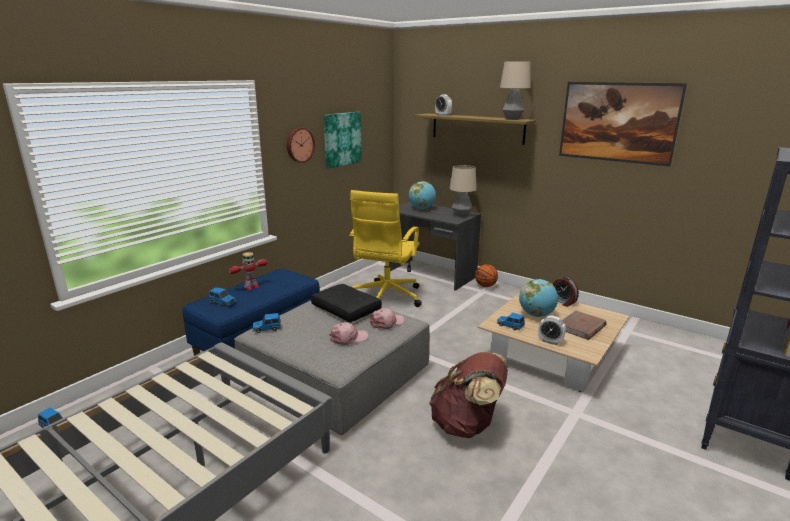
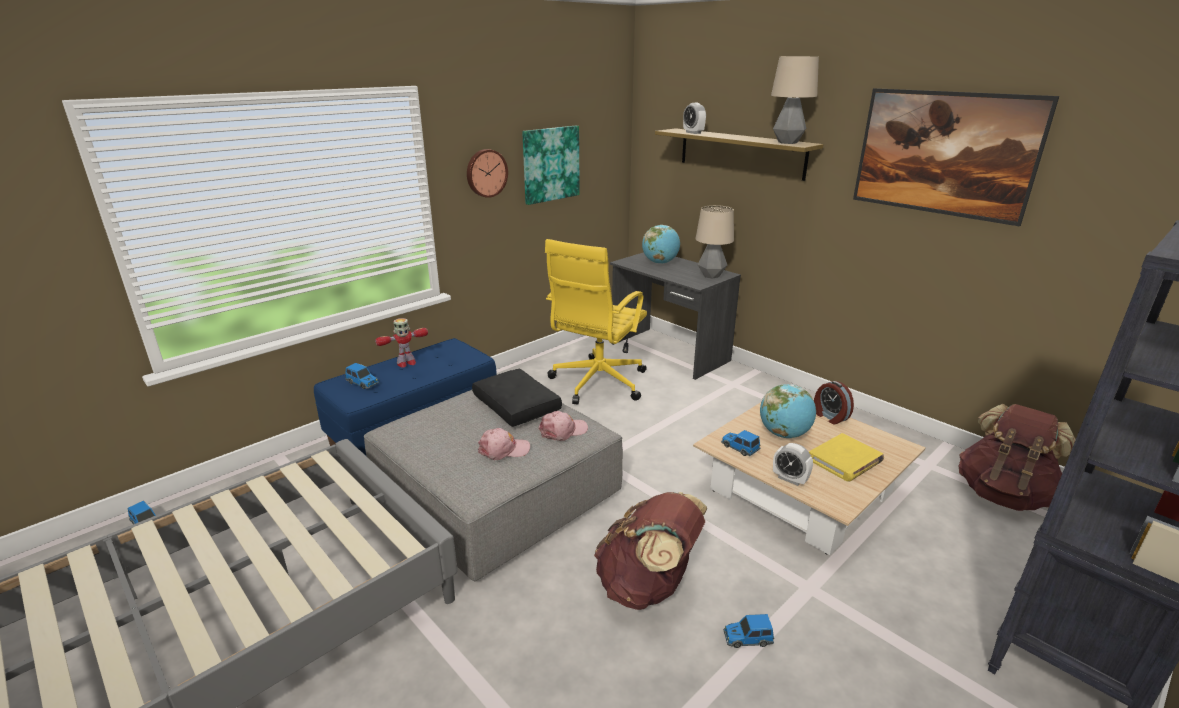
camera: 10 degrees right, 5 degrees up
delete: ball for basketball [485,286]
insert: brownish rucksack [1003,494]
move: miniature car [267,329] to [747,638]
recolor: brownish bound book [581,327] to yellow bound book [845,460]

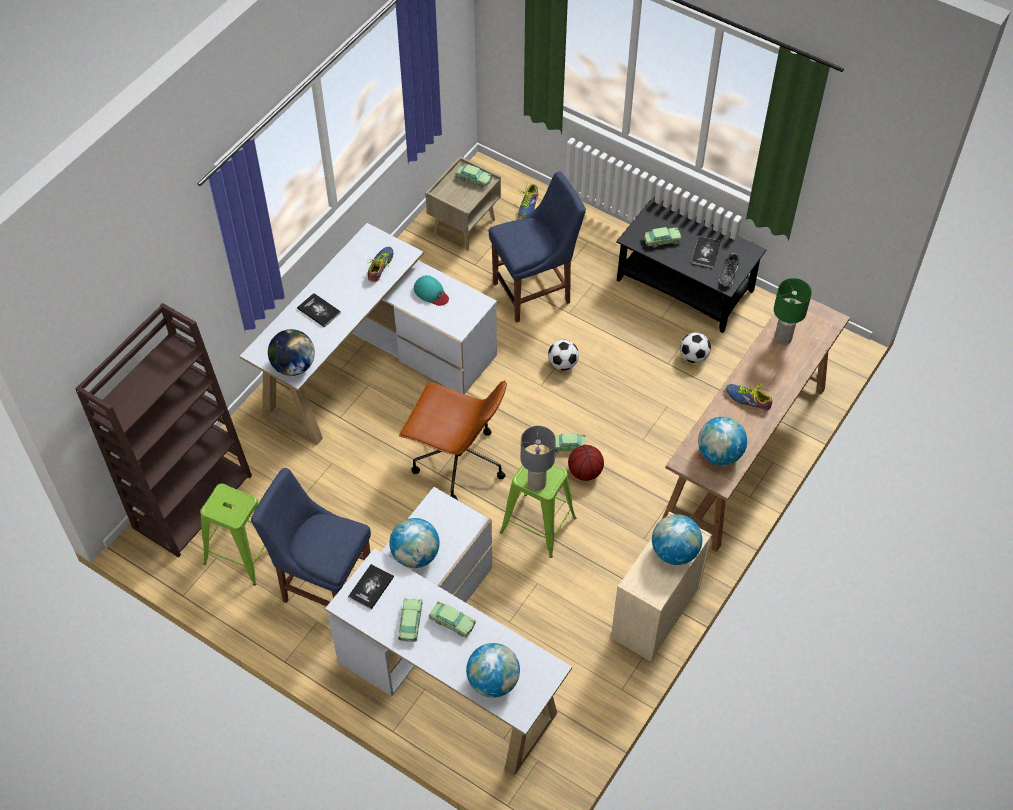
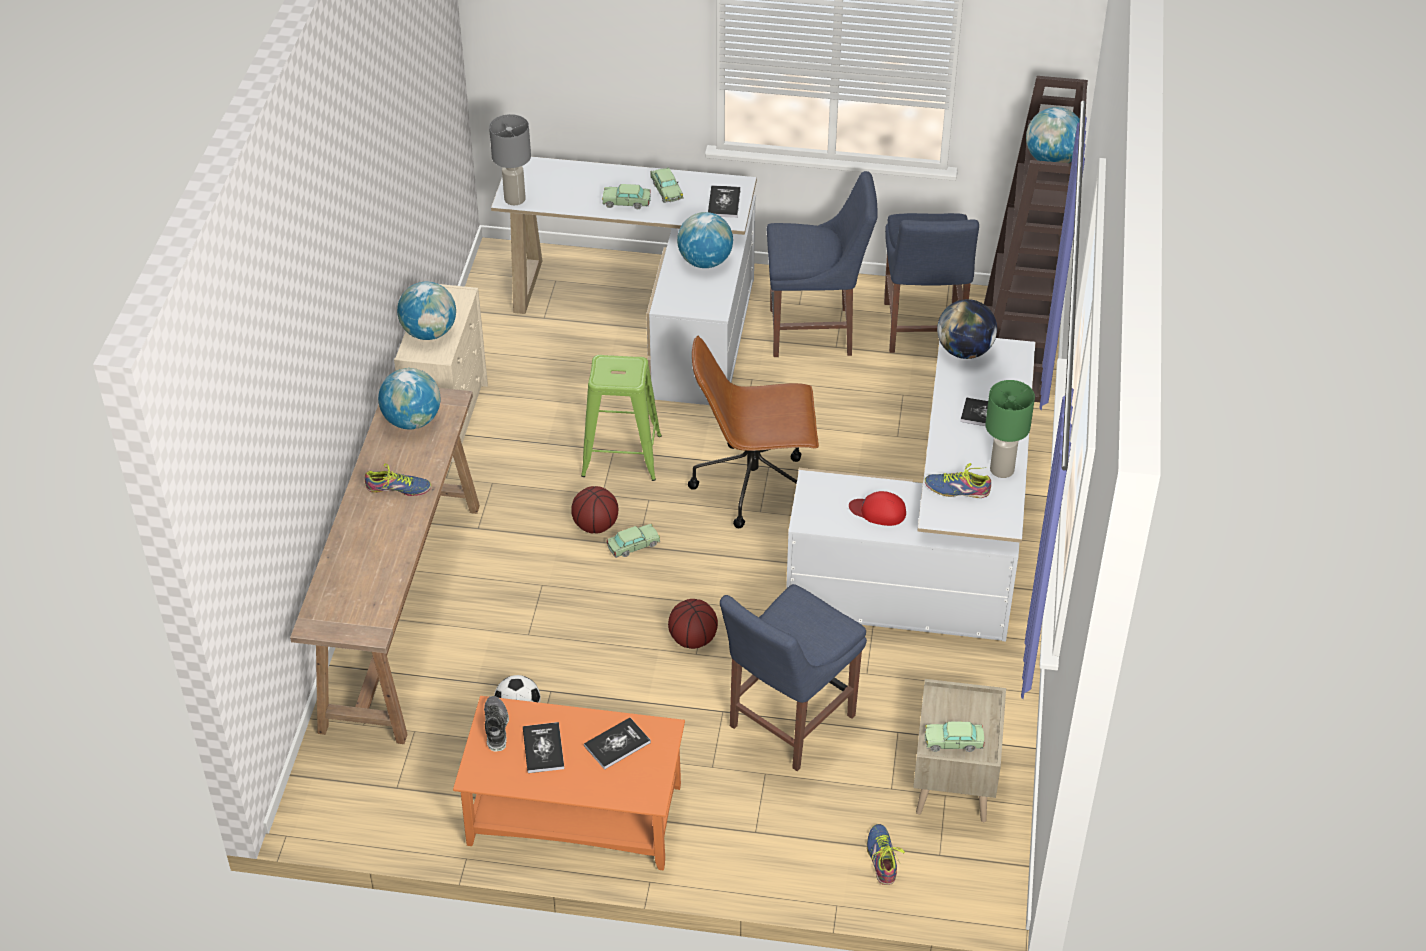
camera: 155 degrees right, 10 degrees down
move: globe [493,681] to [1052,160]; greyish lamp for a table [536,483] to [515,199]; green lamp for a table [783,338] to [1001,470]
replace: green stool [242,552] to blue upright chair [923,330]; ball for football [562,364] to ball for basketball [693,640]; miniature car [662,240] to bound book [617,744]
recolor: blue-green cap [431,293] to red cap [878,511]; blackish coffee table [686,285] to orangey coffee table [573,815]
rotate: low shoe [380,266] = [957,489] 105 degrees clockwise

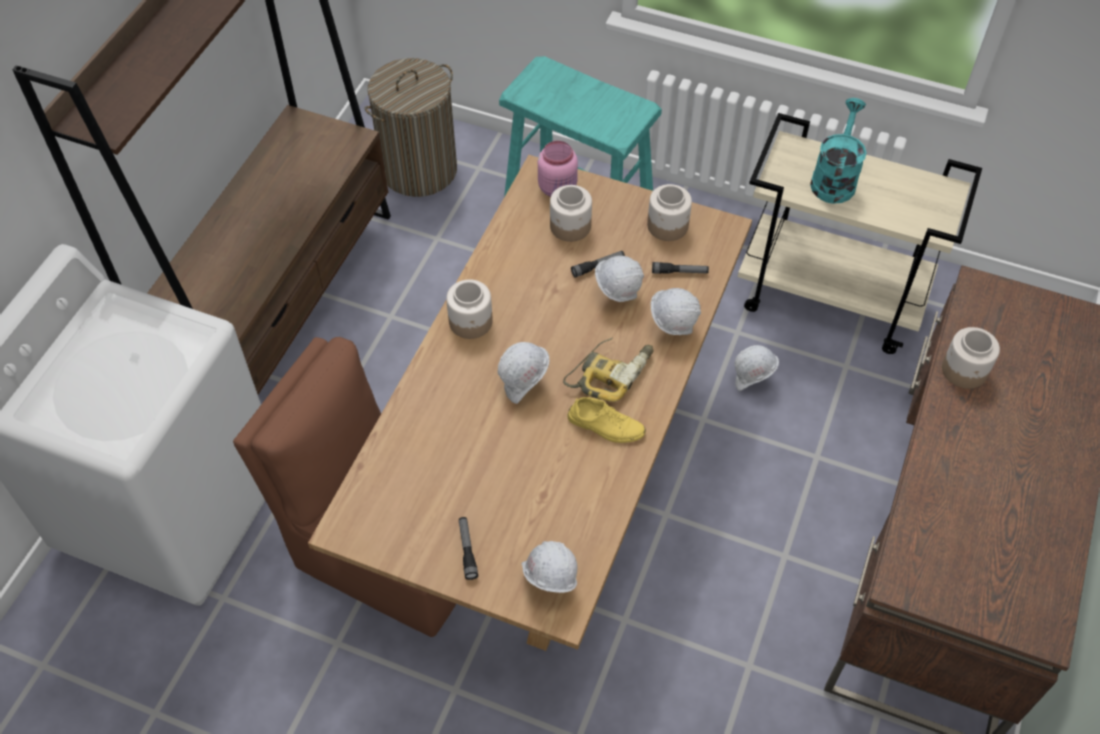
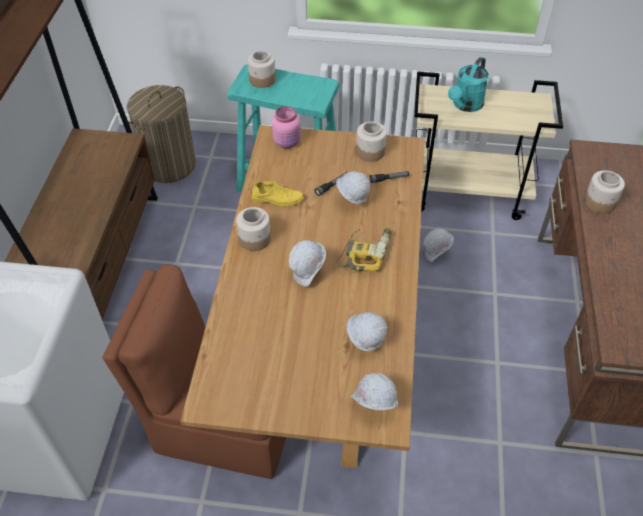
camera: 15 degrees left, 5 degrees down
delete: hand torch [467,550]
move: jar [570,226] to [262,80]; yellow low shoe [605,426] to [277,199]; white safety helmet [672,326] to [365,342]
rotate: blue-green watering pot [834,178] = [465,105] 150 degrees counterclockwise

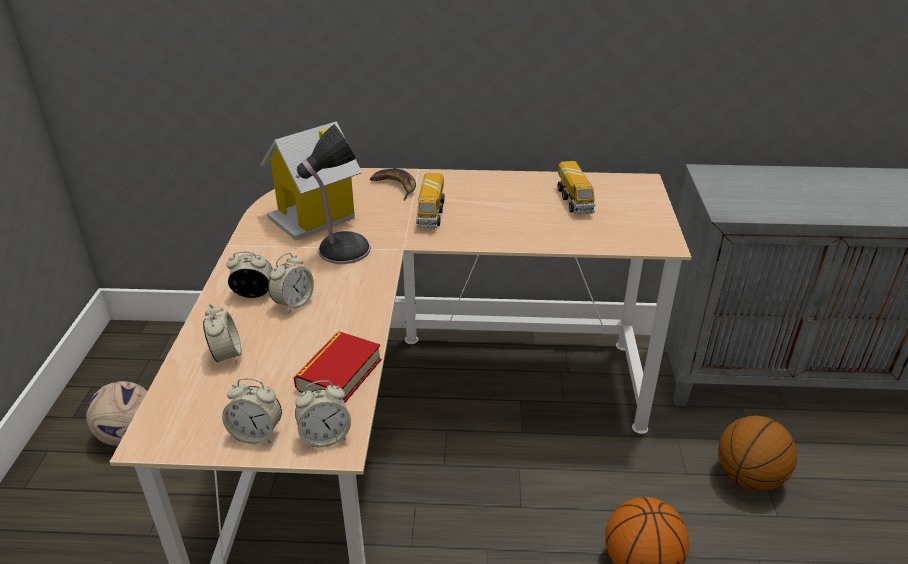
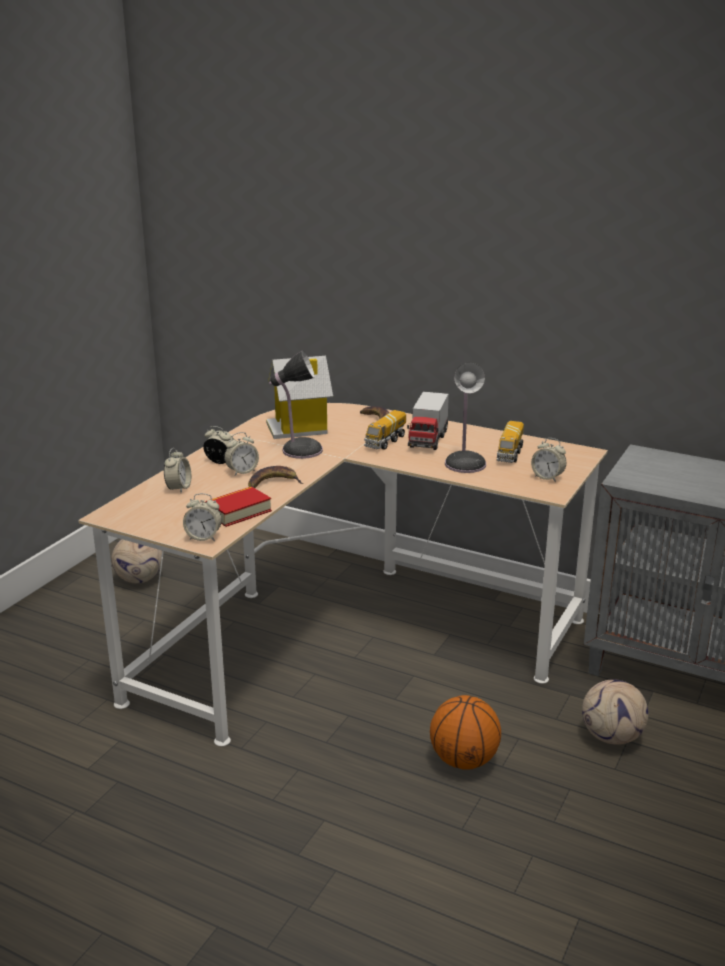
camera: 25 degrees right, 10 degrees down
insert: banana [273,483]; model truck [427,440]; lamp for a table [465,463]
move: table clock [256,434] to [547,477]
replace: ball for basketball [749,477] to ball for football [612,737]

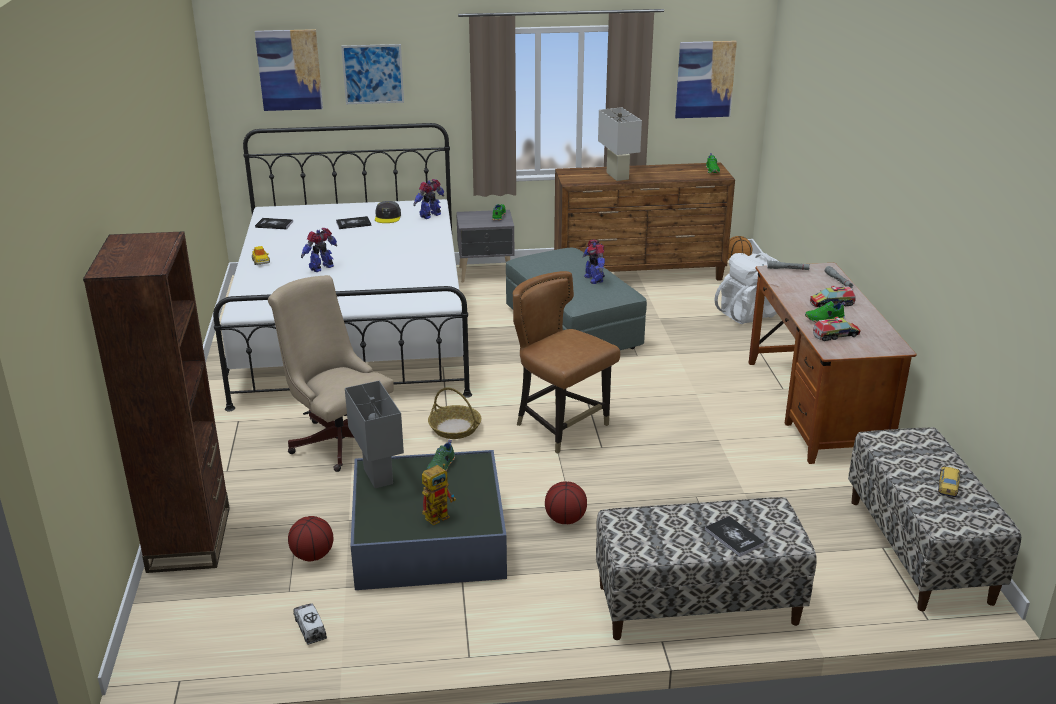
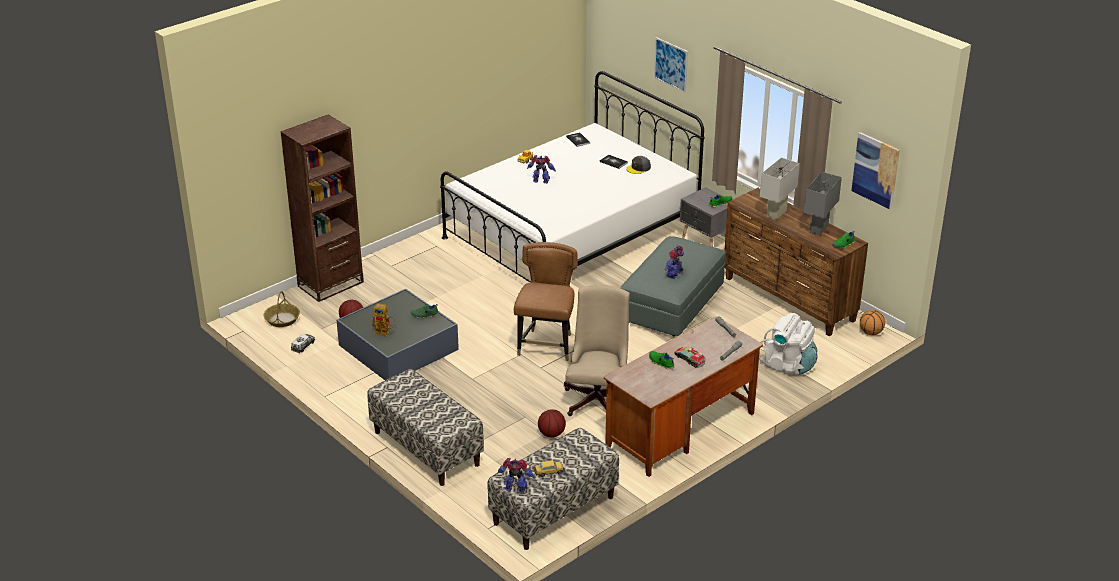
camera: 55 degrees right, 5 degrees up
delete: picture [289,70]; bound book [734,537]; model truck [836,335]
move: beige desk chair [337,439] to [598,398]; greyish lamp for a table [378,476] to [818,229]; toy robot [431,216] to [516,489]; basket [454,428] to [282,319]; ball for basketball [565,520] to [551,434]

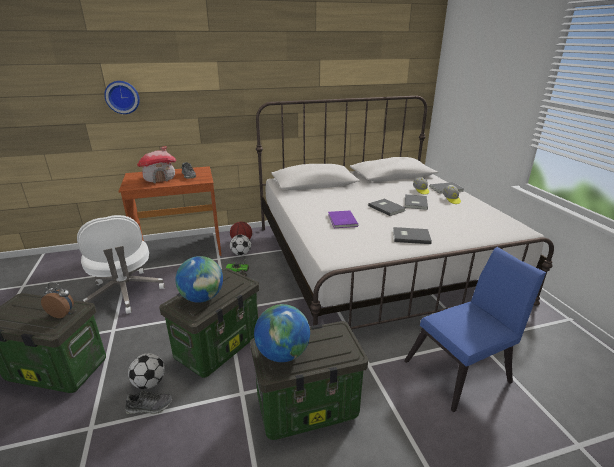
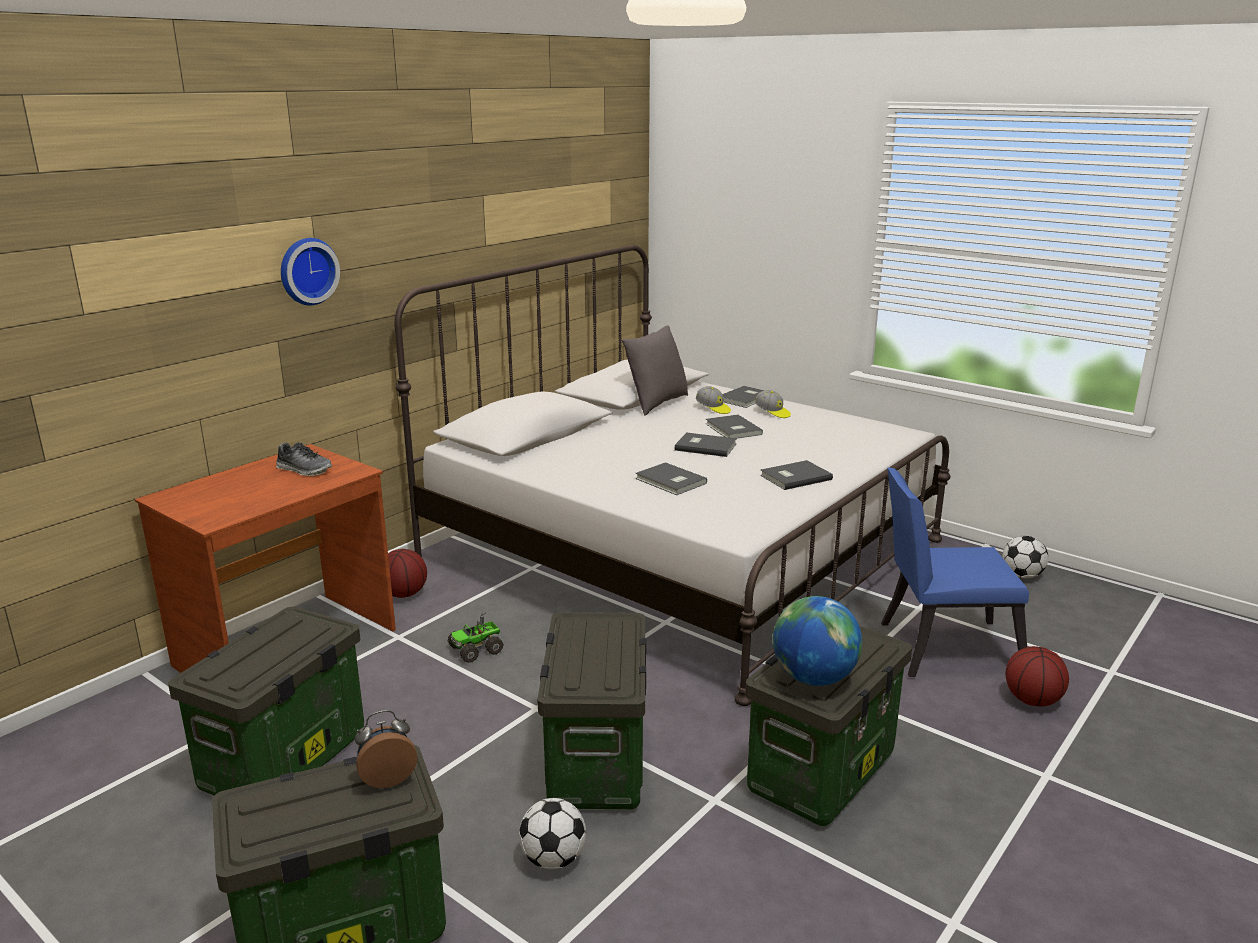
camera: 35 degrees left, 5 degrees down
delete: low shoe [149,407]; toy house [160,178]; globe [202,298]
insert: greyish pillow [656,403]; ball for basketball [1032,700]
move: clock on the wall [122,97] to [307,271]; ball for football [241,254] to [1022,575]
replace: white desk chair [125,293] to storage box [284,763]
recolor: purple-coloured bound book [341,221] to greyish bound book [670,481]
rotate: blue upright chair [463,370] = [941,648] 120 degrees counterclockwise

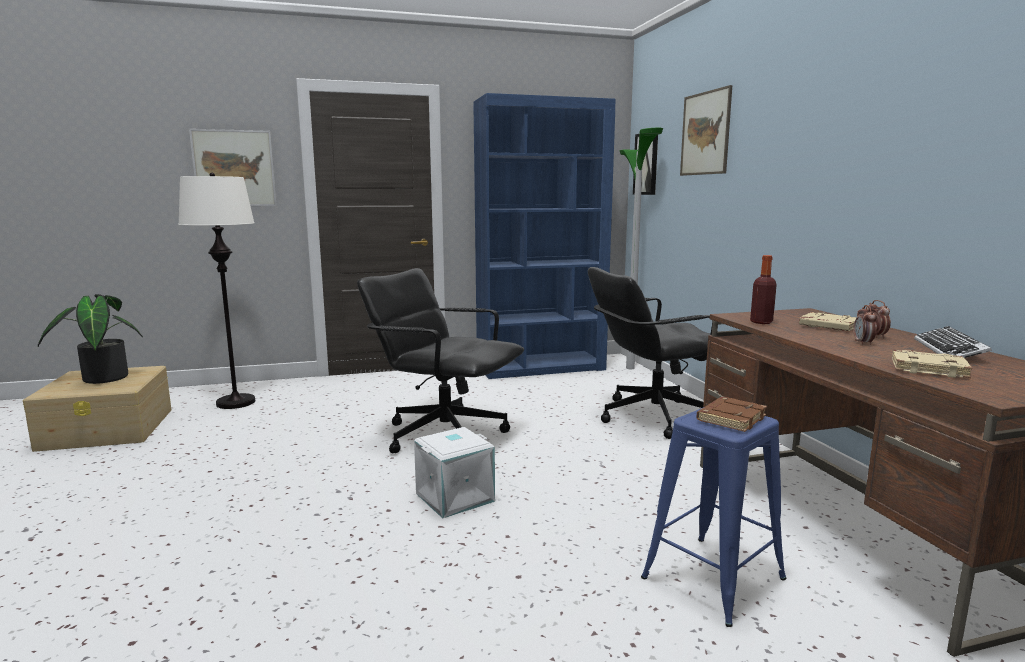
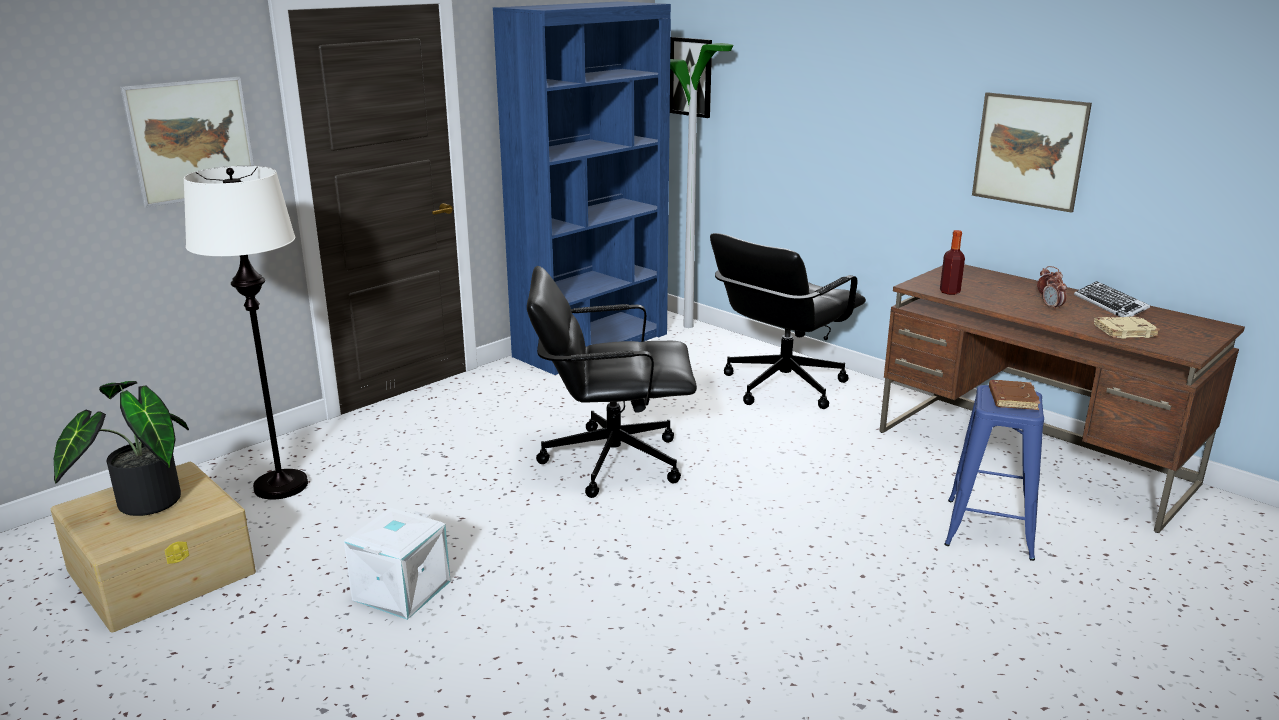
camera: 30 degrees left, 10 degrees up
delete: beige bound book [827,326]
move: white storage box [454,496] to [401,590]; picture [705,133] to [1029,151]

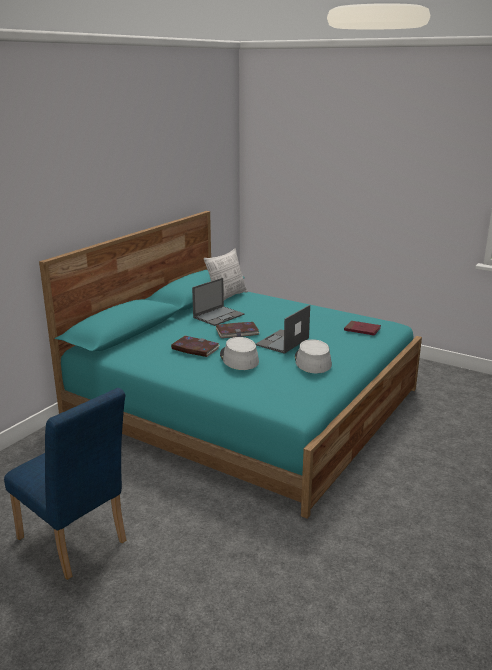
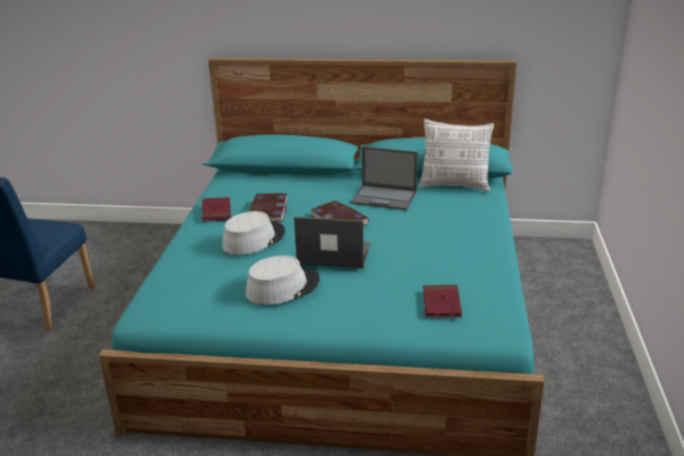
camera: 65 degrees right, 5 degrees up
insert: red bound book [216,211]

